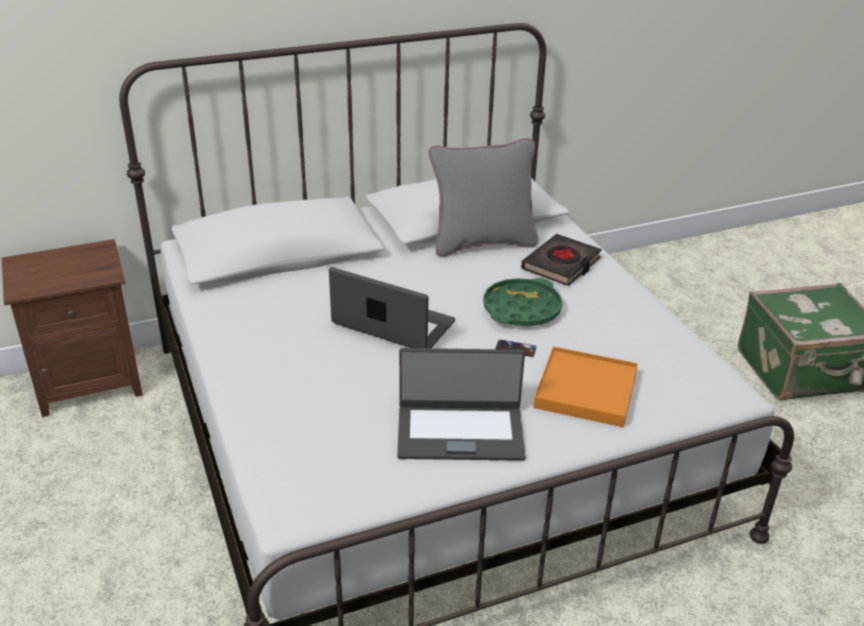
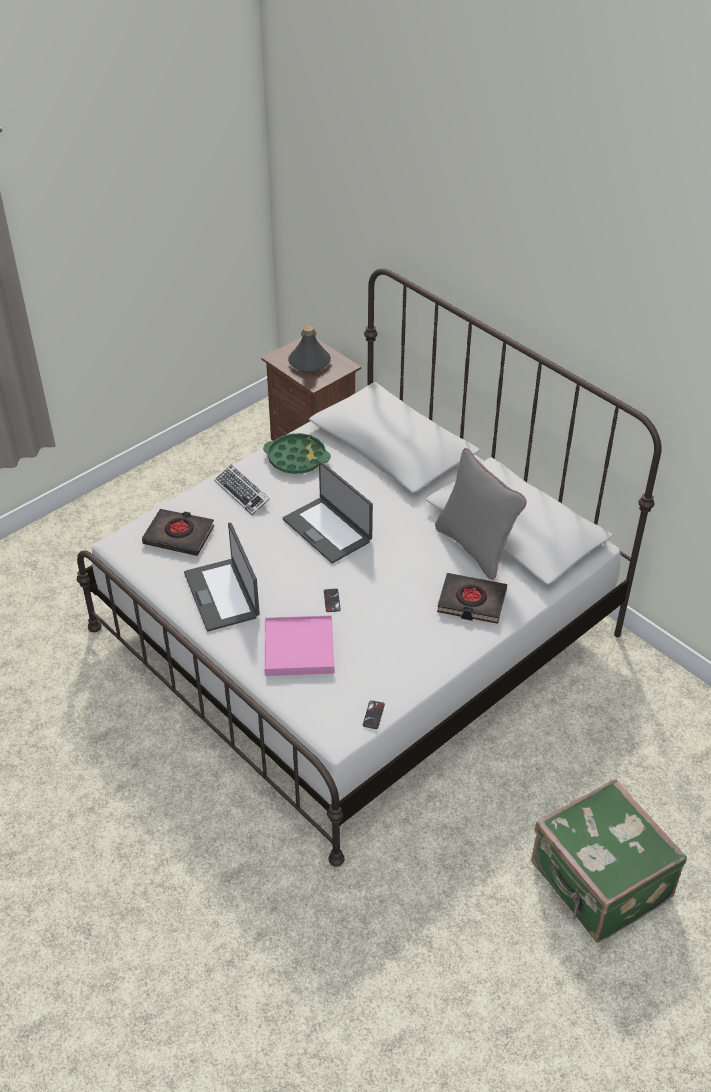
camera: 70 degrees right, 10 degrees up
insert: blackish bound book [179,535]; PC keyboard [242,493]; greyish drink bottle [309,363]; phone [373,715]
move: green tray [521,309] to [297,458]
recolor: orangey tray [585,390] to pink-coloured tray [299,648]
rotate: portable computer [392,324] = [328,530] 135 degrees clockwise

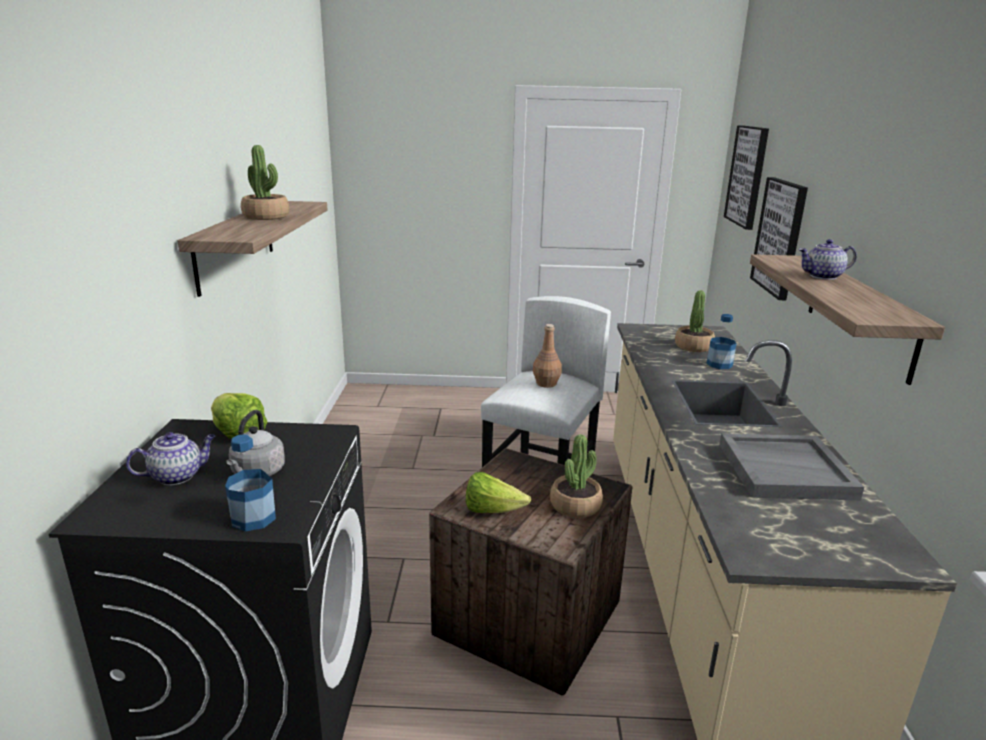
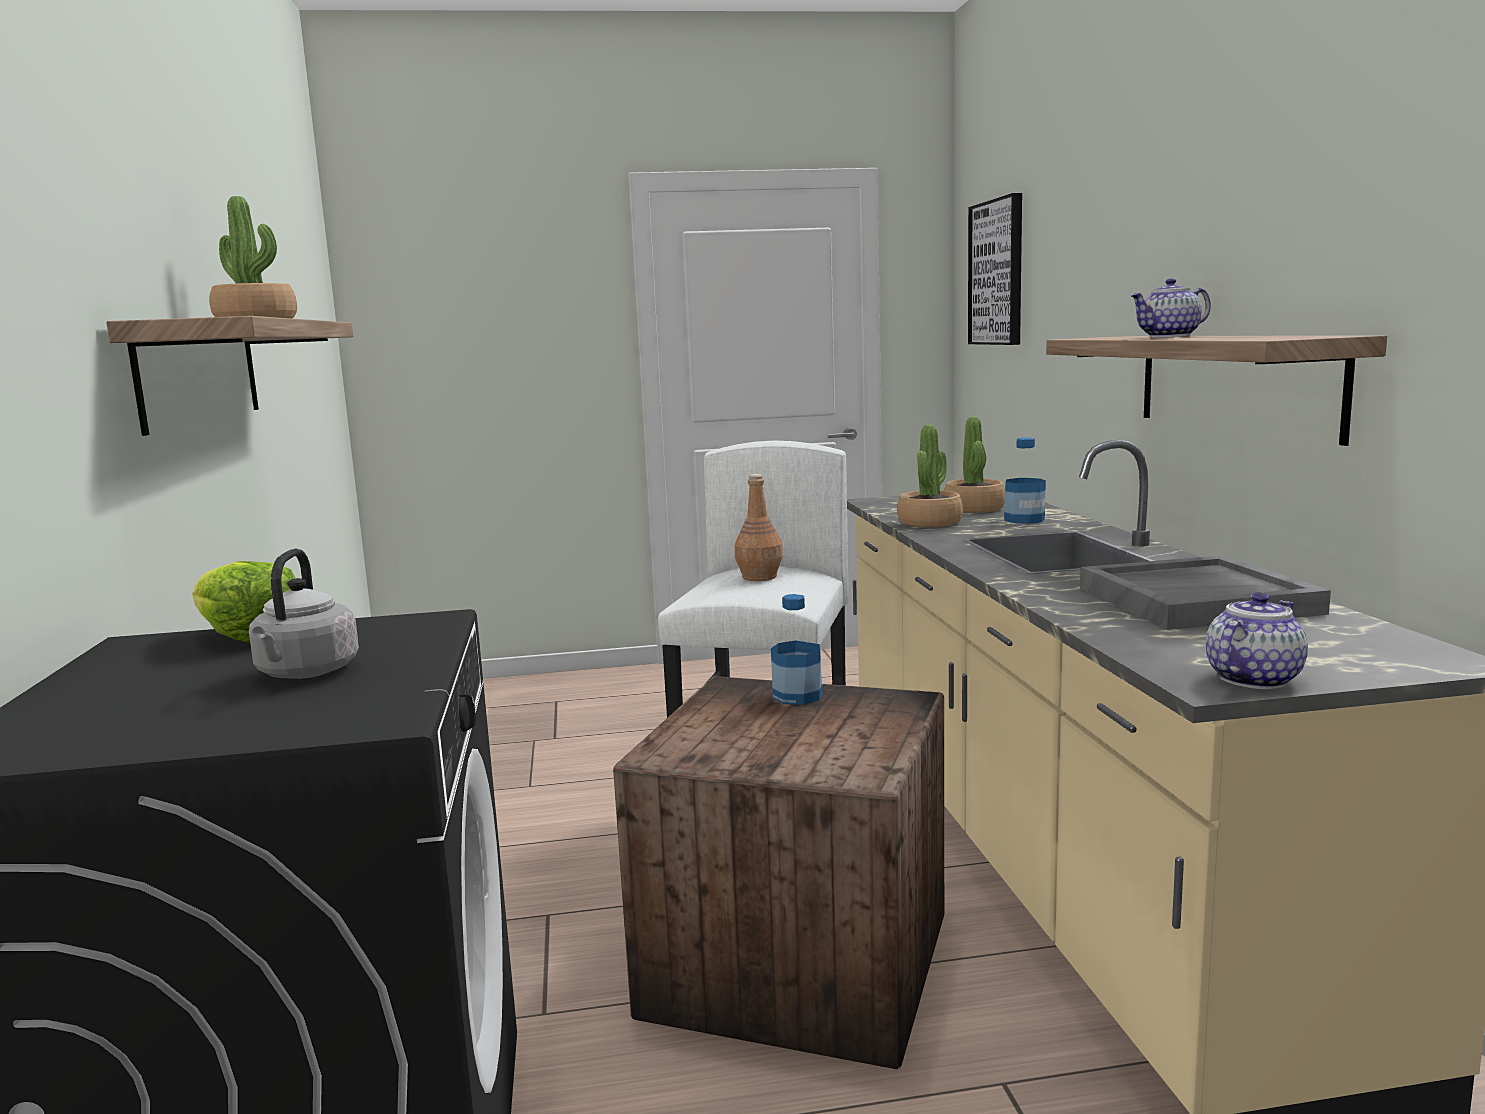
camera: 10 degrees left, 10 degrees down
delete: lettuce head [492,510]; picture [780,237]
move: teapot [177,476] to [1253,678]; drink bottle [253,518] to [797,696]; plant in a pot [575,505] to [930,522]

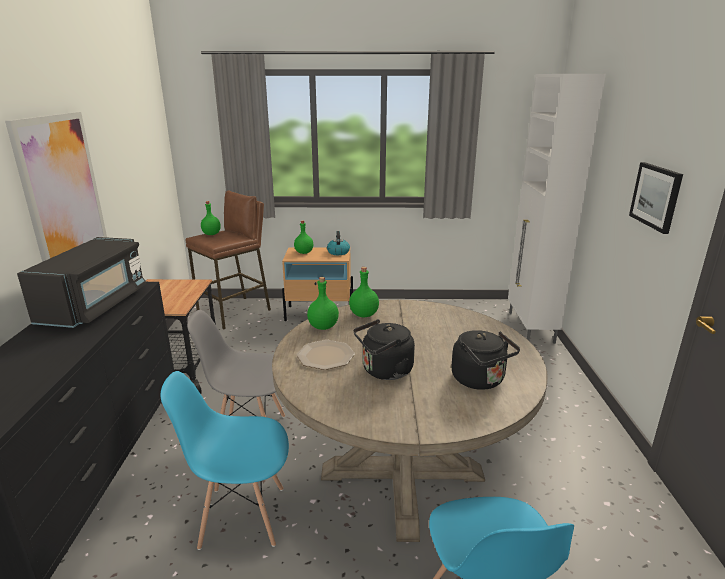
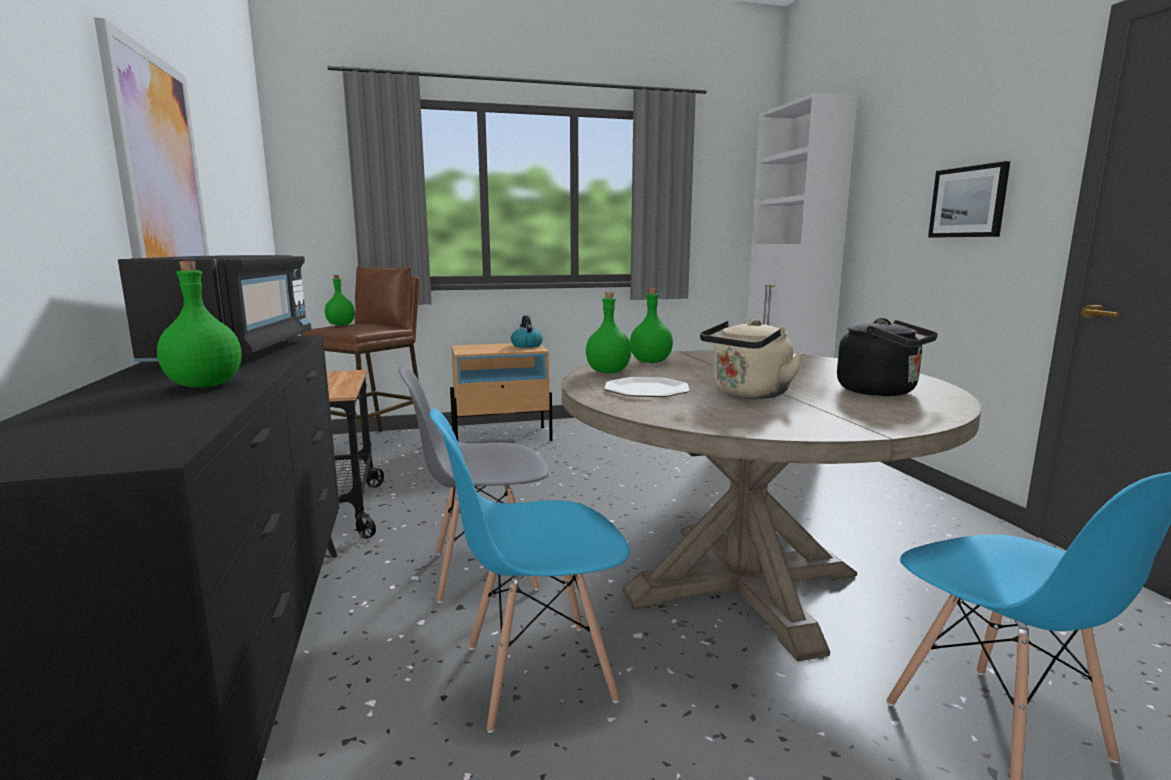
camera: 15 degrees left, 10 degrees down
move: green drink bottle [303,252] to [203,385]
recolor: blackish kettle [384,371] to beige kettle [747,394]

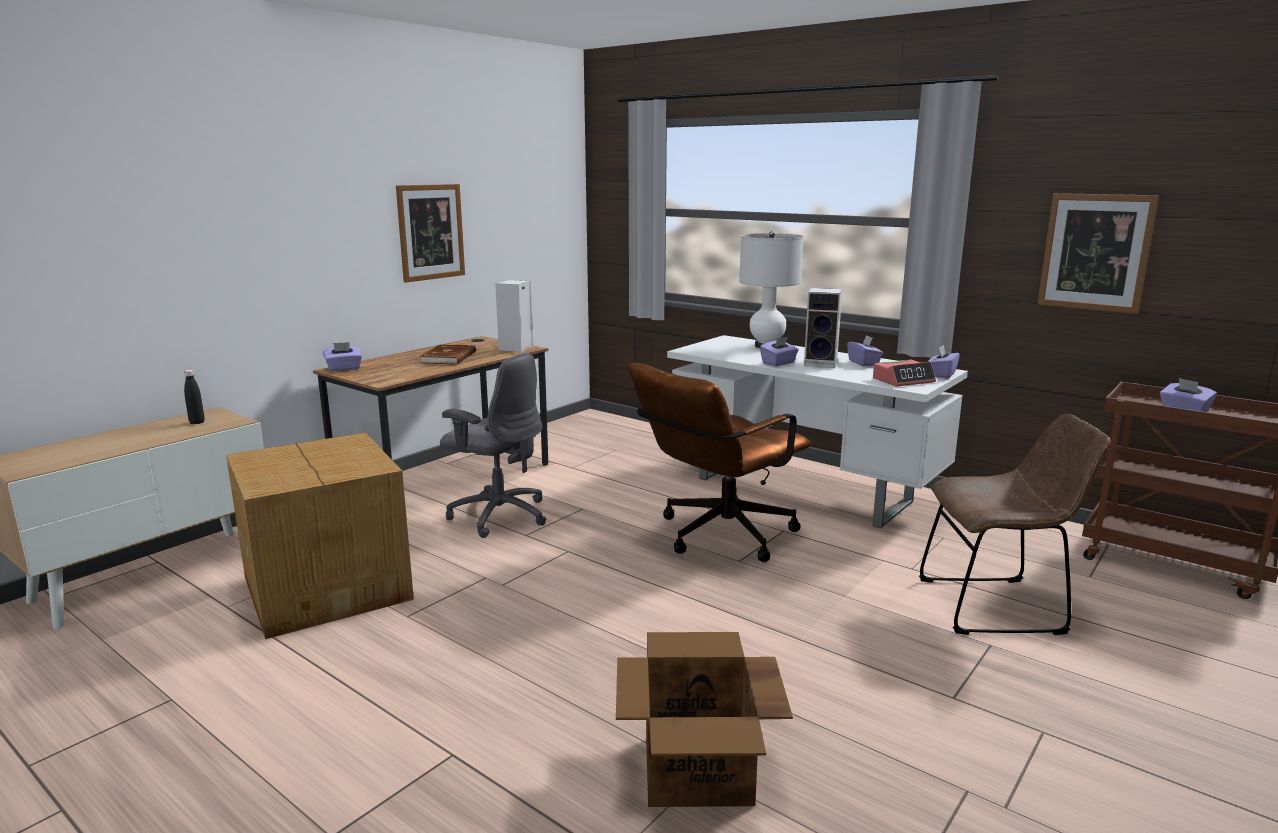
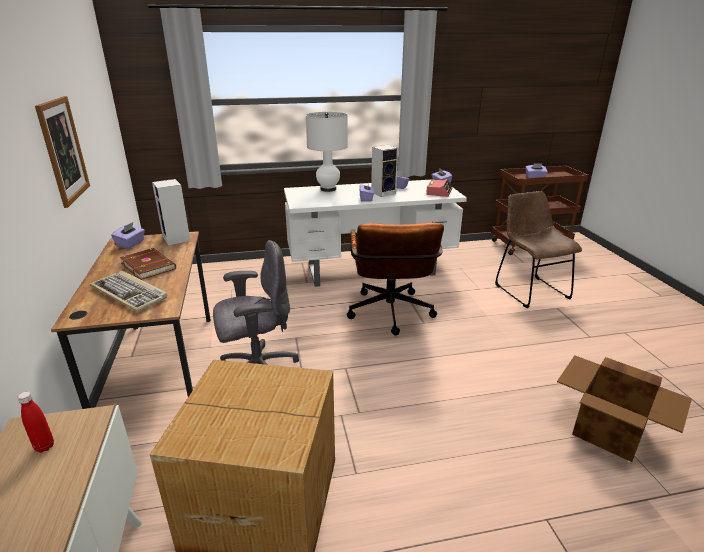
camera: 50 degrees left, 10 degrees up
delete: picture [1095,252]
insert: PC keyboard [130,293]
move: purple-coloured tissue holder [344,368] to [131,244]
recolor: blackish drink bottle [197,422] to red drink bottle [44,447]
rotate: brownish upright chair [997,606] = [529,290] 60 degrees counterclockwise

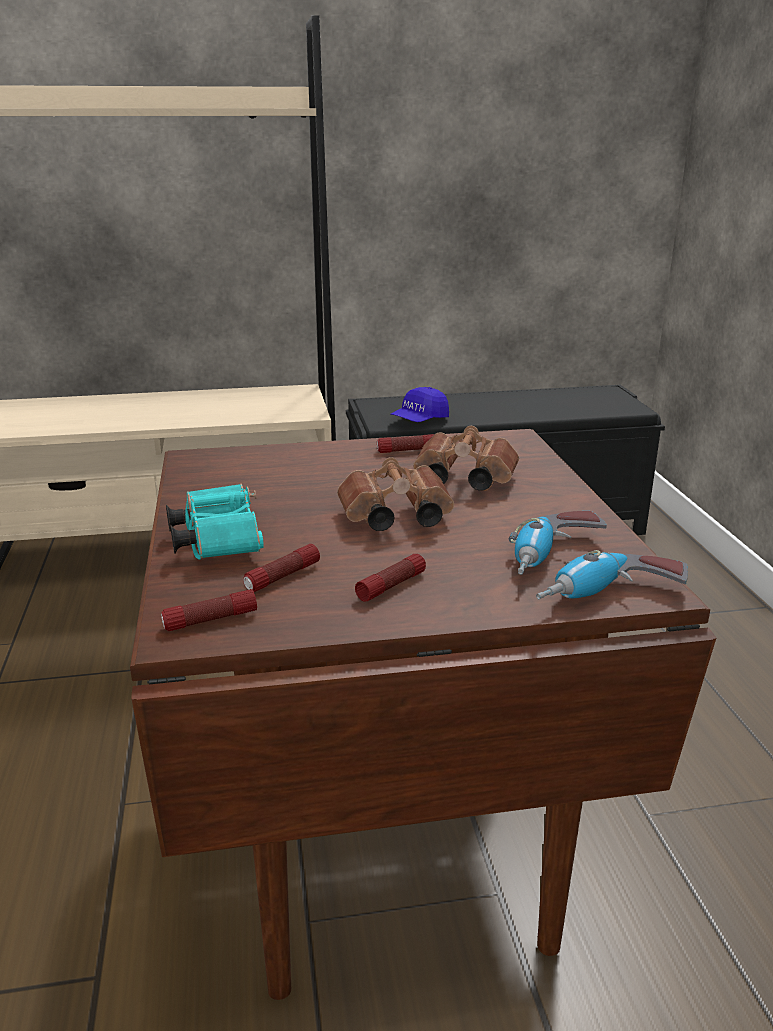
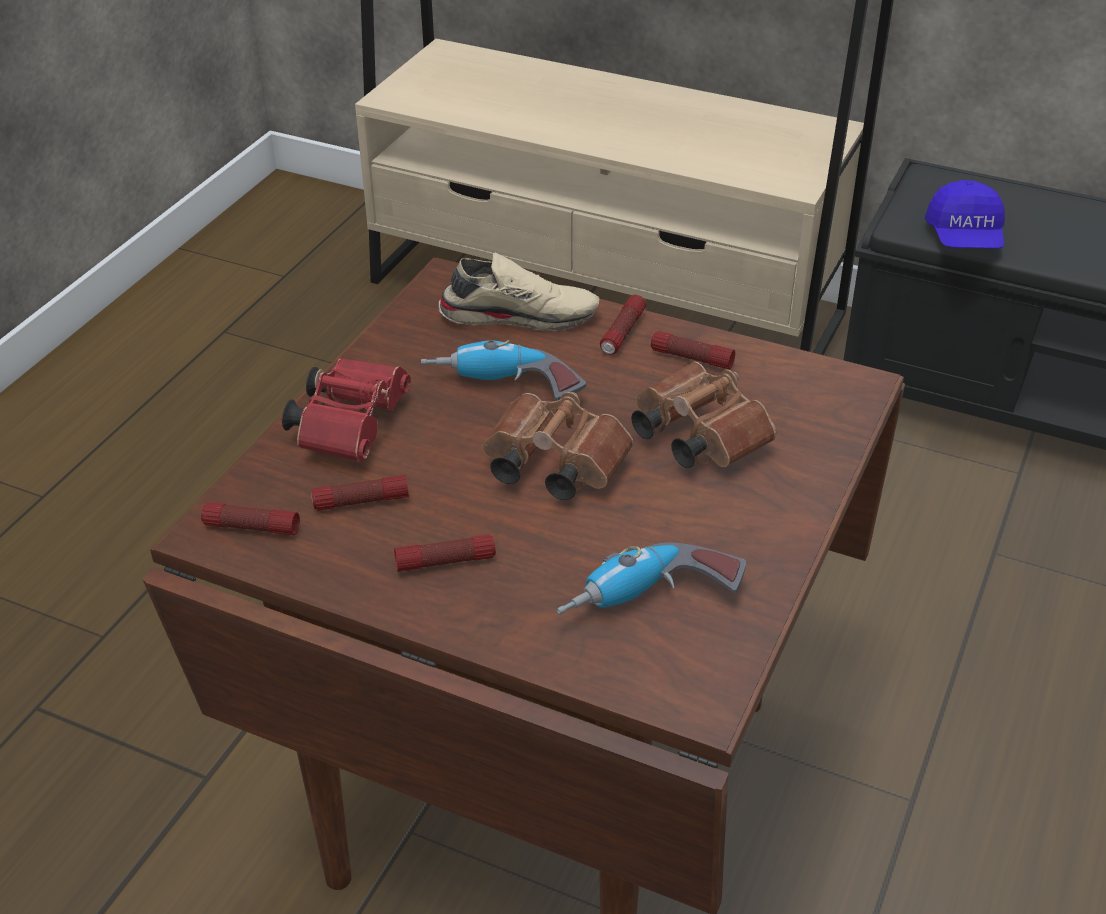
camera: 35 degrees right, 15 degrees up
insert: beige low shoe [519,314]; hand torch [622,333]
move: power drill [609,598] to [503,389]
recolor: blue-green binoculars [217,541] to red binoculars [351,424]
rotate: blue cap [419,421] = [964,238] 75 degrees counterclockwise

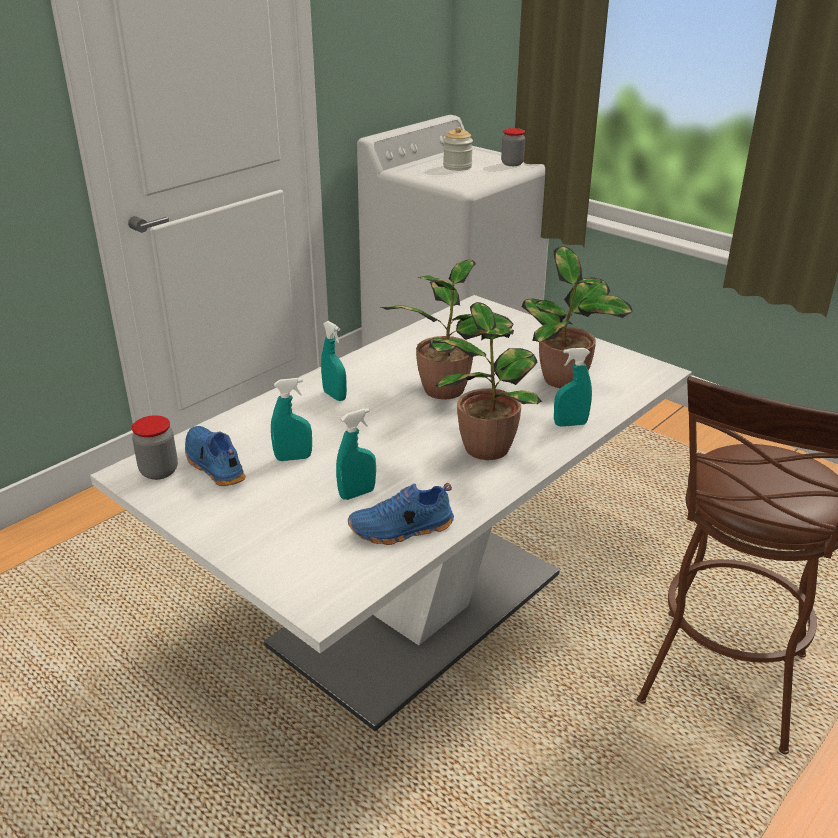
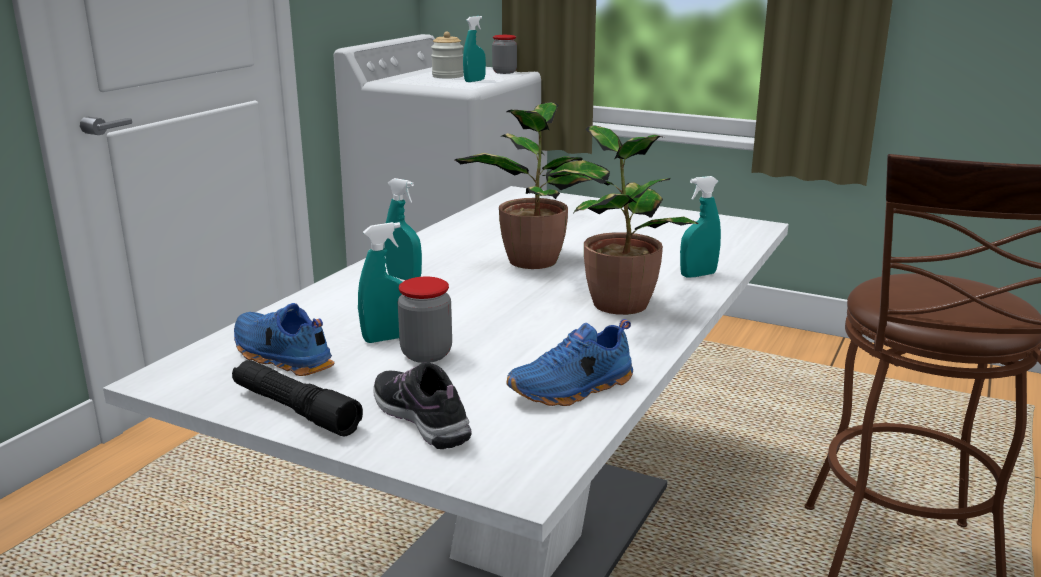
camera: 15 degrees left, 10 degrees down
delete: plant in a pot [565,380]
insert: blackish hand torch [295,410]; low shoe [421,418]
move: jar [159,471] to [426,354]; blue-green hand sprayer [357,494] to [474,81]

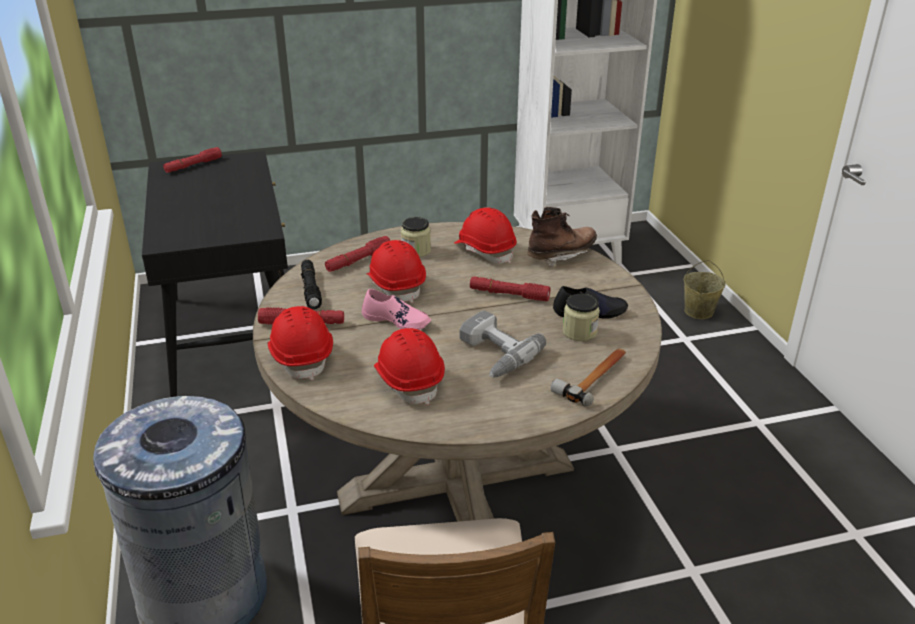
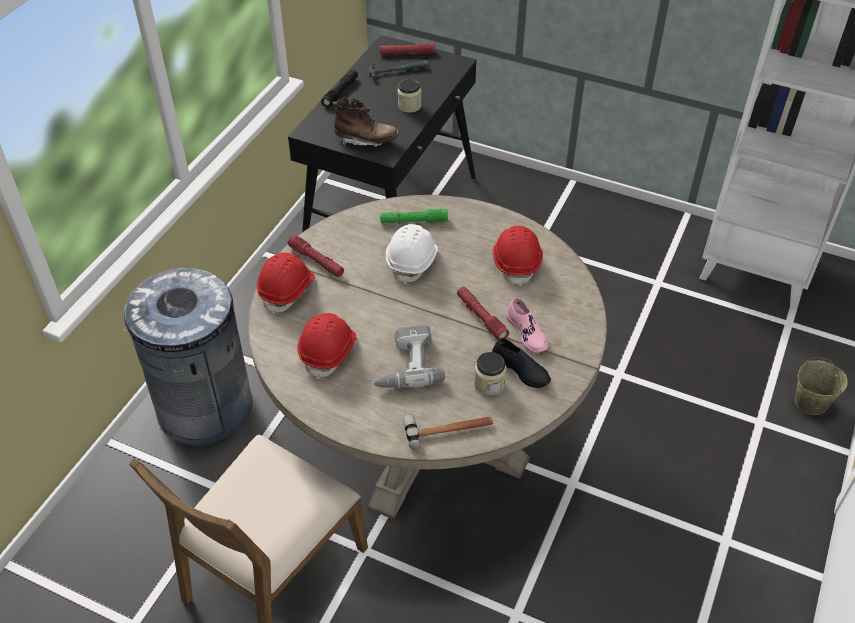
camera: 40 degrees right, 15 degrees up
insert: hammer [398,70]
move: blackish hand torch [311,289] to [340,92]; pink-coloured low shoe [397,320] to [527,332]; jar [416,251] to [409,106]; brownish tall boot [561,256] to [366,140]
recolor: red hand torch [358,260] to green hand torch [413,221]; red safety helmet [396,285] to white safety helmet [412,261]

